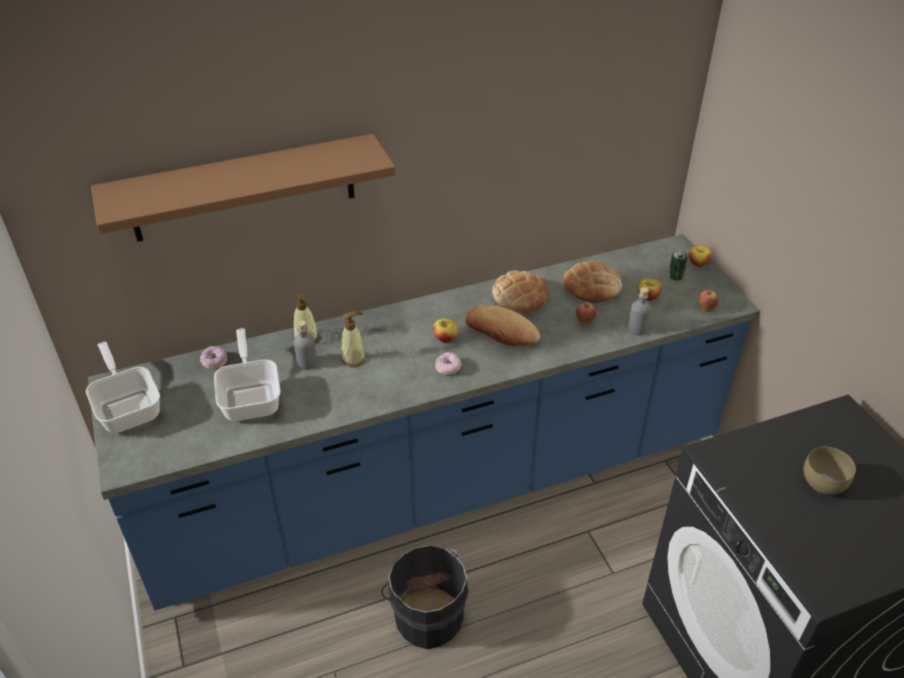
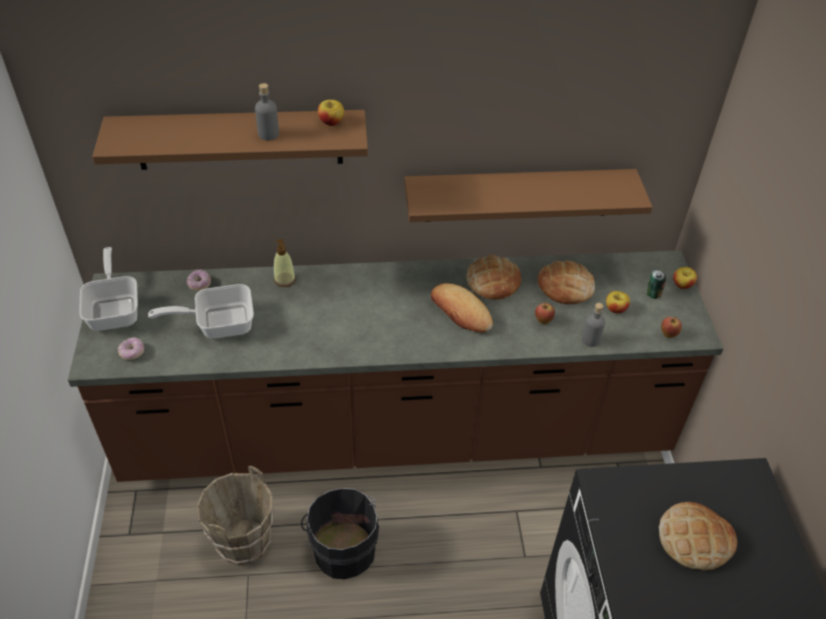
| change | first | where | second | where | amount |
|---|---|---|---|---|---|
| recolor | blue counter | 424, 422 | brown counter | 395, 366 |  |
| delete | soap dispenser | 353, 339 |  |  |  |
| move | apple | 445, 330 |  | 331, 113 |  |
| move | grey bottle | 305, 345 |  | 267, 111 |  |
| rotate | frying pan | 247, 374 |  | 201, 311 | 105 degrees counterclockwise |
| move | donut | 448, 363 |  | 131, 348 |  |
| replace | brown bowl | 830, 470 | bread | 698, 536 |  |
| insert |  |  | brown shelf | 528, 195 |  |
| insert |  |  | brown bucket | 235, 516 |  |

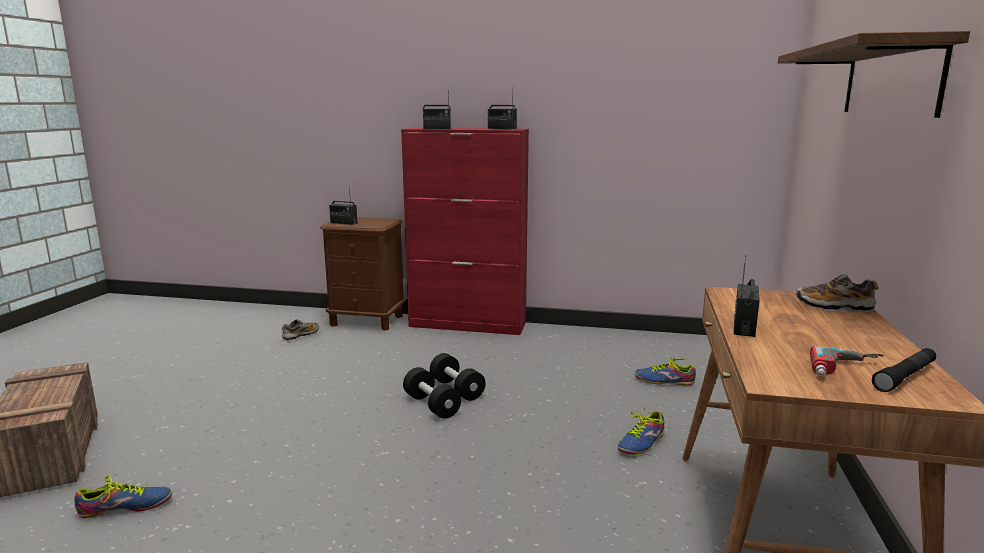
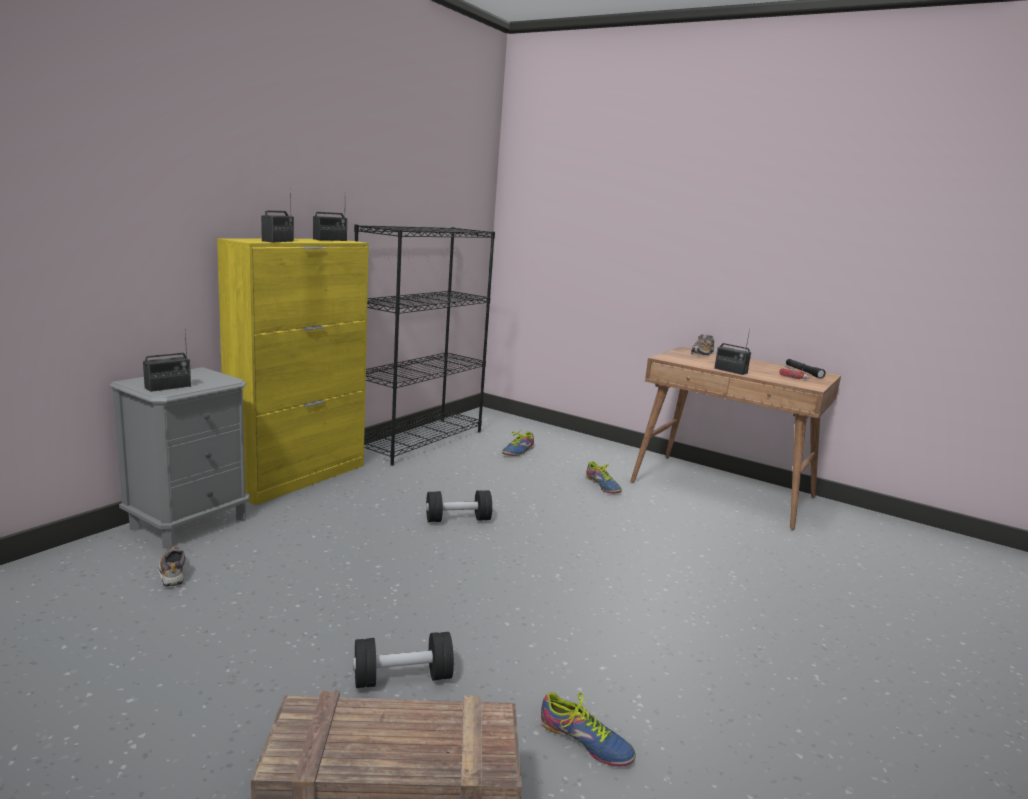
| change | first | where | second | where | amount |
|---|---|---|---|---|---|
| delete | shelf | 874, 74 |  |  |  |
| recolor | red cabinet | 465, 231 | yellow cabinet | 293, 371 |  |
| recolor | brown nightstand | 363, 274 | grey nightstand | 179, 457 |  |
| move | black dumbbell | 432, 393 |  | 403, 660 |  |
| rotate | shoe | 123, 497 |  | 588, 729 | 120 degrees clockwise |
| insert |  |  | black bookcase | 424, 345 |  |

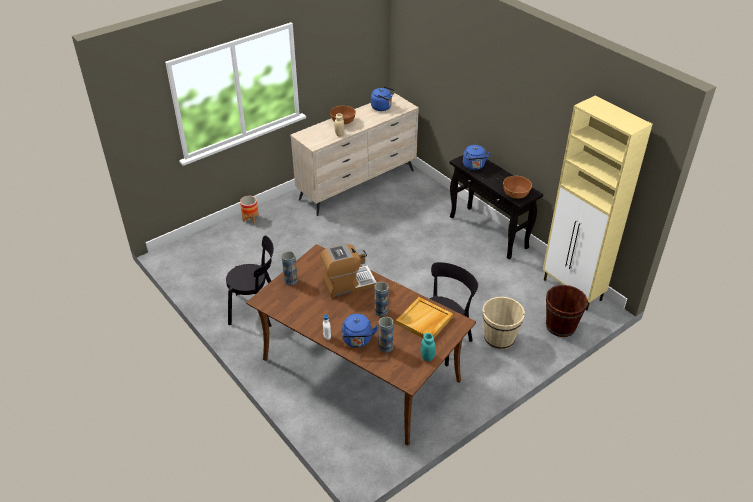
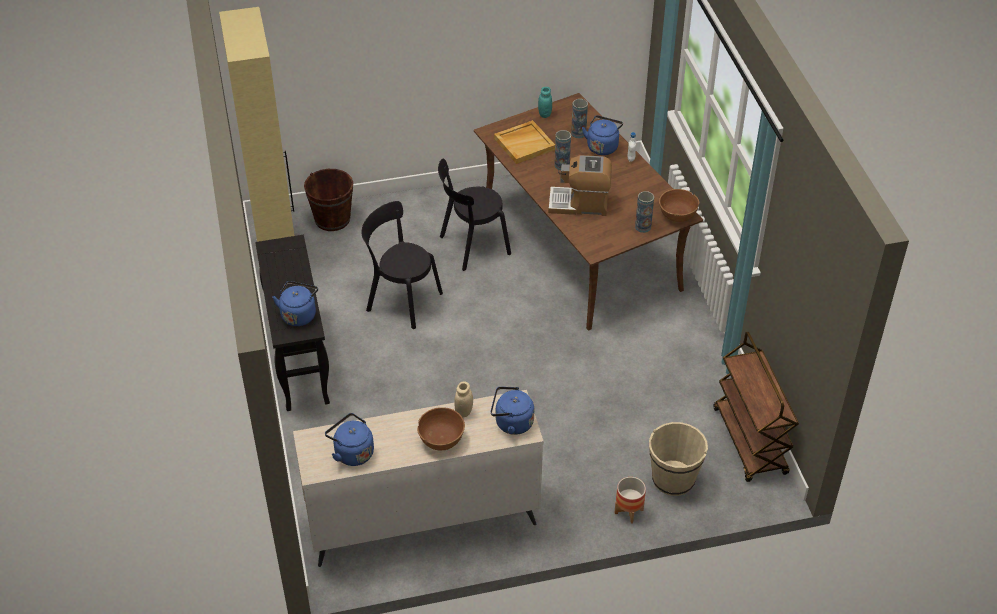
| change | first | where | second | where | amount |
|---|---|---|---|---|---|
| move | brown bowl | 517, 187 |  | 679, 205 |  |
| move | black chair | 250, 281 |  | 402, 265 |  |
| move | beige bucket | 503, 323 |  | 678, 459 |  |
| insert |  |  | brown cart | 756, 407 |  |
| insert |  |  | blue kettle | 512, 411 |  |

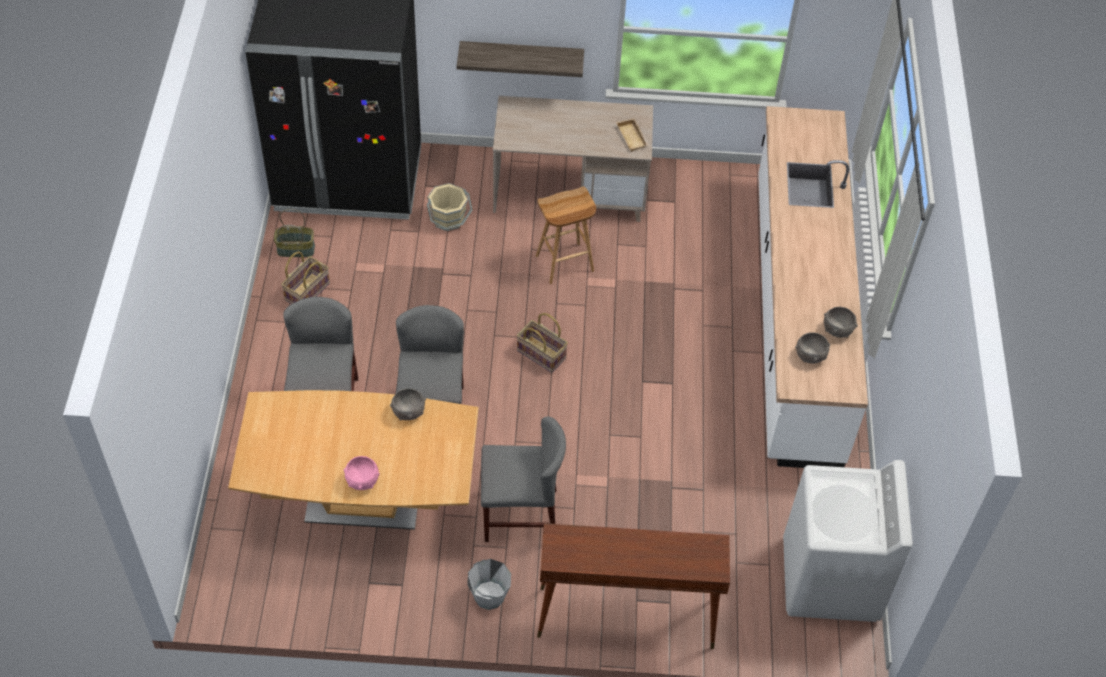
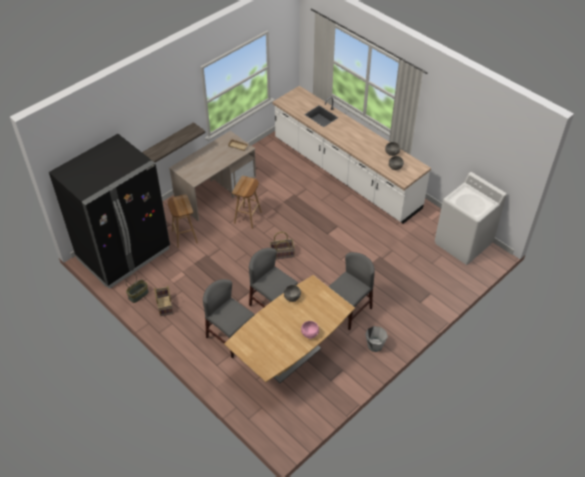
| change | first | where | second | where | amount |
|---|---|---|---|---|---|
| replace | beige bucket | 450, 207 | brown stool | 183, 221 |  |
| delete | brown console table | 633, 586 |  |  |  |

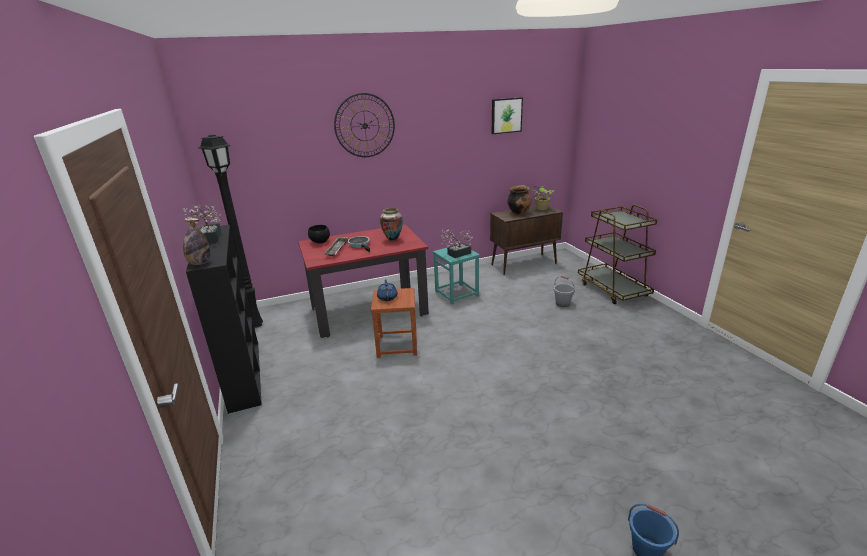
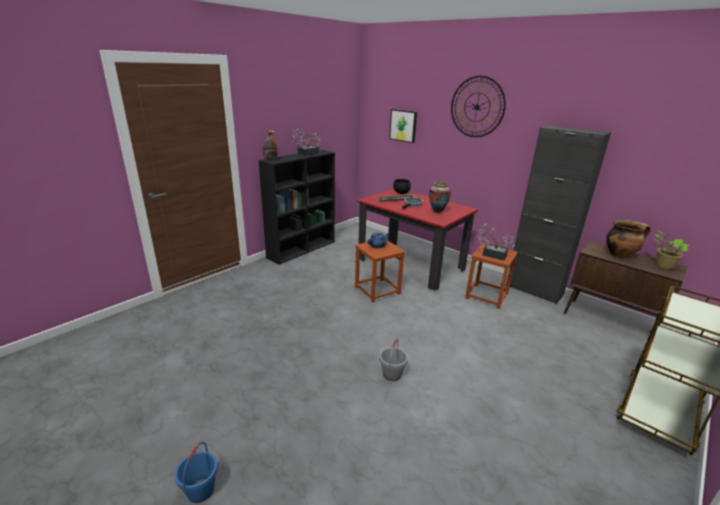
| change | first | where | second | where | amount |
|---|---|---|---|---|---|
| move | picture | 507, 115 |  | 403, 126 |  |
| delete | black floor lamp | 230, 231 |  |  |  |
| recolor | turquoise stool | 456, 276 | brown stool | 491, 276 |  |
| move | grey bucket | 564, 291 |  | 393, 360 |  |
| insert |  |  | black cabinet | 558, 214 |  |

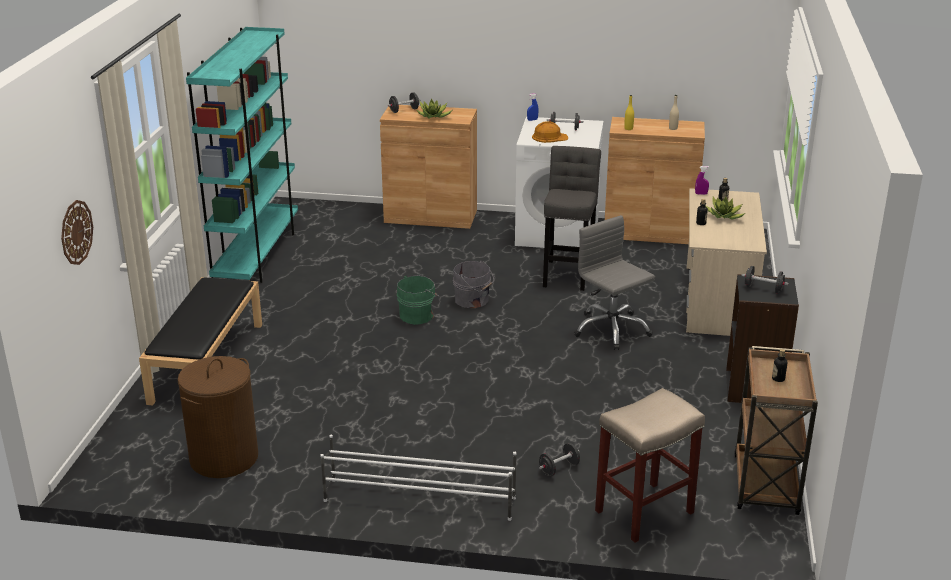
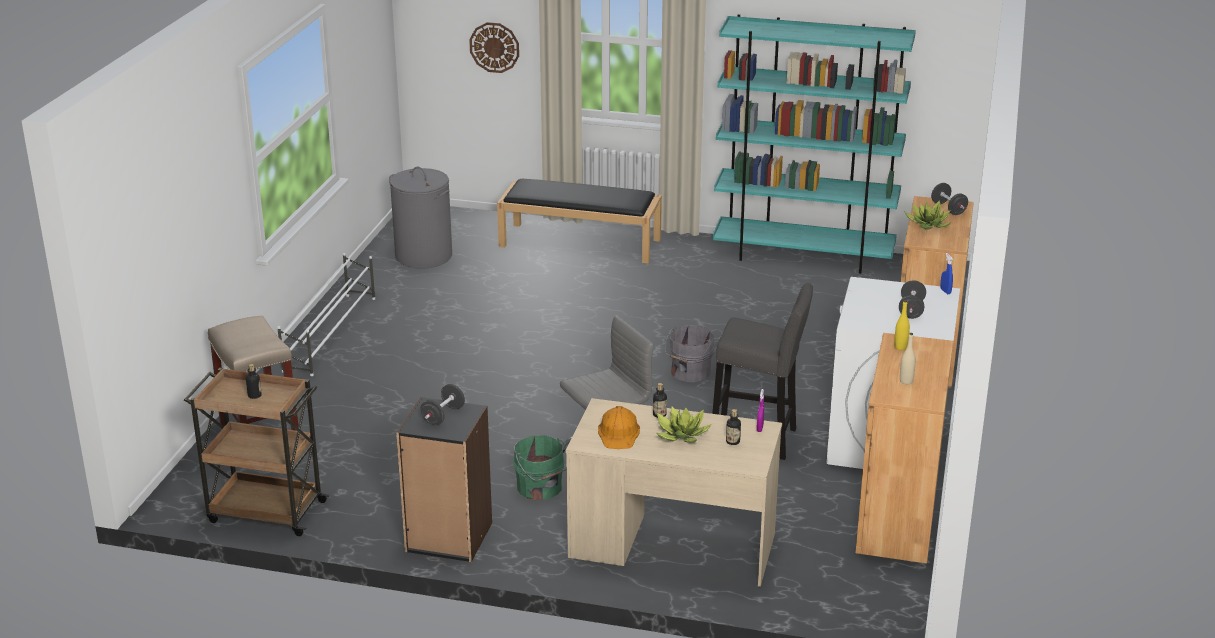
| change | first | where | second | where | amount |
|---|---|---|---|---|---|
| move | orange hard hat | 550, 132 |  | 619, 427 |  |
| move | green bucket | 418, 300 |  | 540, 467 |  |
| recolor | brown laundry basket | 218, 417 | grey laundry basket | 420, 217 |  |
| delete | black dumbbell | 559, 459 |  |  |  |

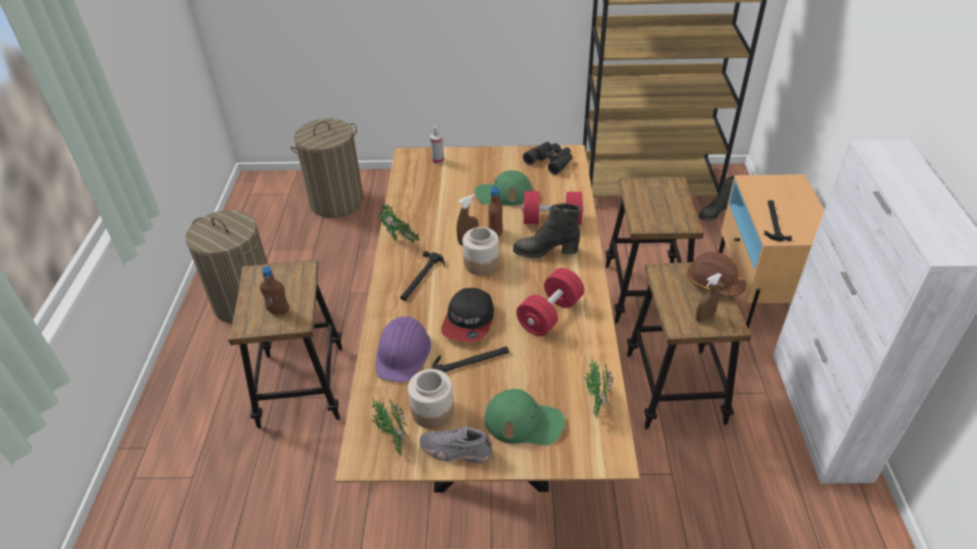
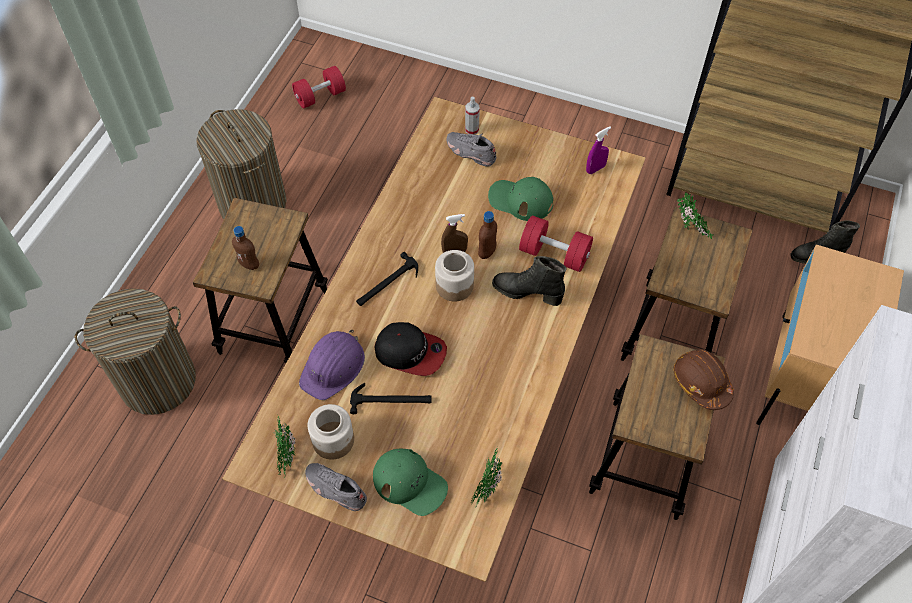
| change | first | where | second | where | amount |
|---|---|---|---|---|---|
| move | laundry basket | 327, 168 |  | 135, 351 |  |
| replace | black binoculars | 547, 158 | purple spray bottle | 598, 150 |  |
| delete | hammer | 778, 220 |  |  |  |
| move | potted plant | 398, 223 |  | 695, 215 |  |
| move | red dumbbell | 550, 302 |  | 319, 87 |  |
| delete | brown spray bottle | 709, 297 |  |  |  |
| rotate | cap | 467, 315 |  | 411, 349 | 105 degrees counterclockwise |
| insert |  |  | grey shoe | 471, 149 |  |

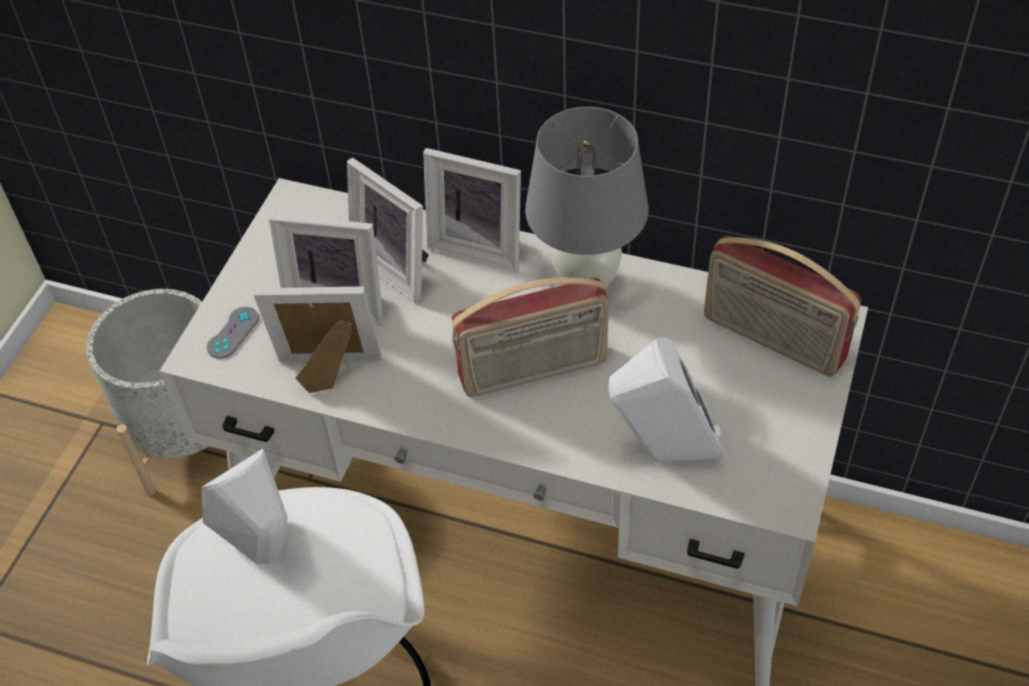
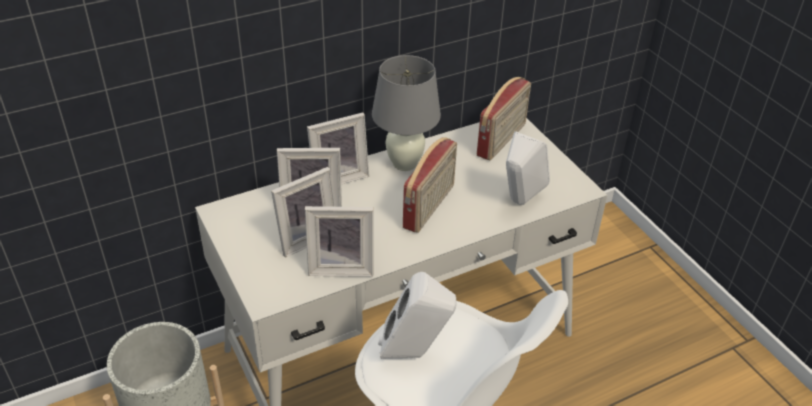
| change | first | where | second | where | amount |
|---|---|---|---|---|---|
| rotate | radio | 783, 306 |  | 504, 118 | 45 degrees counterclockwise |
| rotate | picture frame | 317, 339 |  | 339, 241 | 135 degrees counterclockwise |
| delete | grey game controller | 233, 333 |  |  |  |

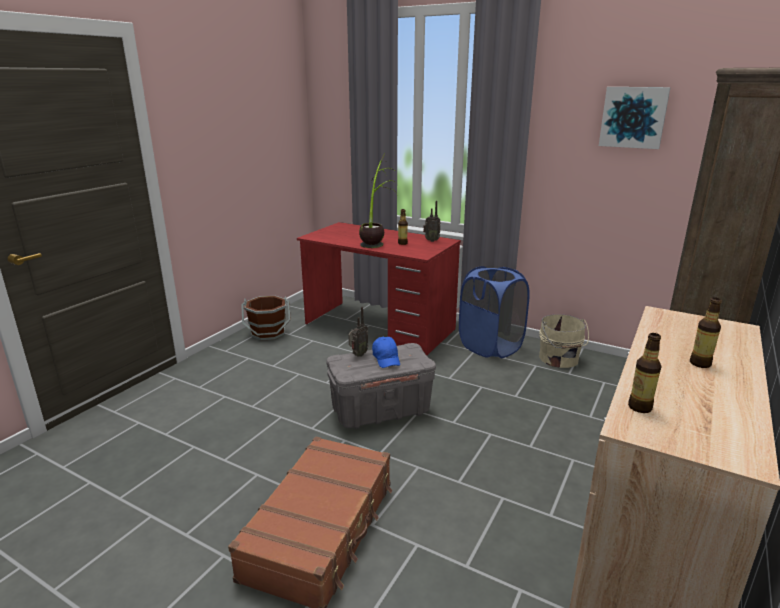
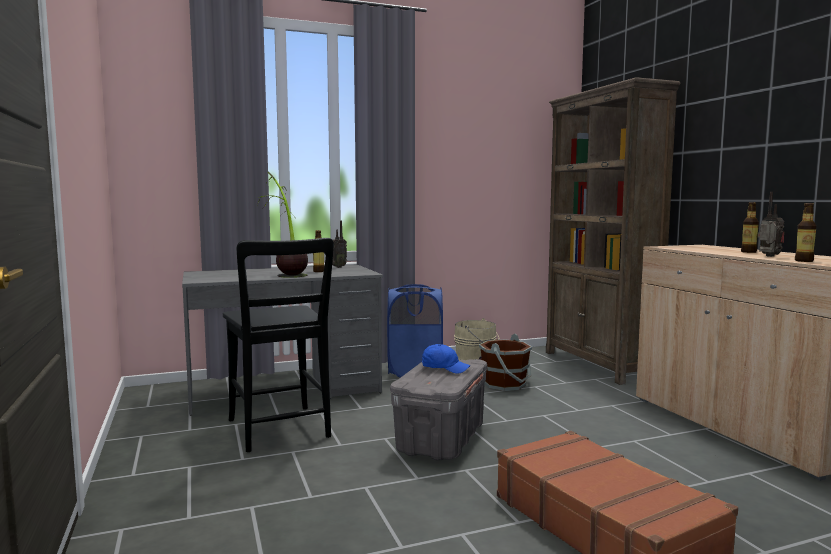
| change | first | where | second | where | amount |
|---|---|---|---|---|---|
| delete | picture | 635, 118 |  |  |  |
| recolor | red desk | 379, 288 | grey desk | 282, 340 |  |
| move | brown bucket | 266, 318 |  | 505, 362 |  |
| move | radio | 358, 332 |  | 771, 224 |  |
| insert |  |  | black chair | 278, 345 |  |

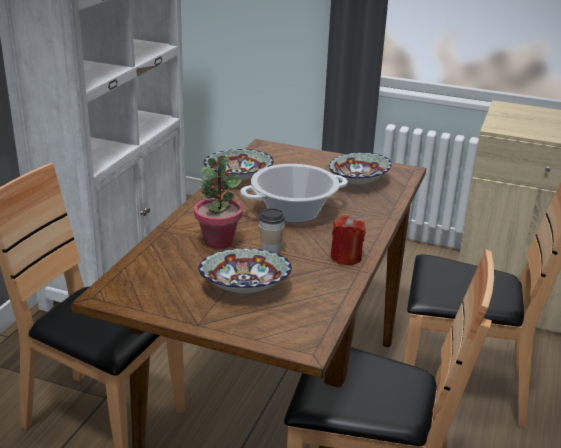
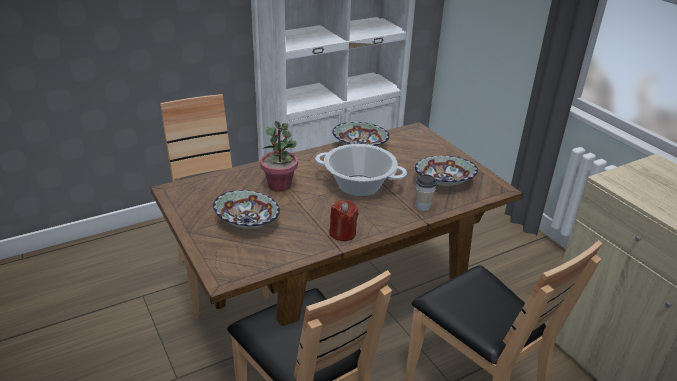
| change | first | where | second | where | amount |
|---|---|---|---|---|---|
| move | cup | 272, 231 |  | 426, 192 |  |

